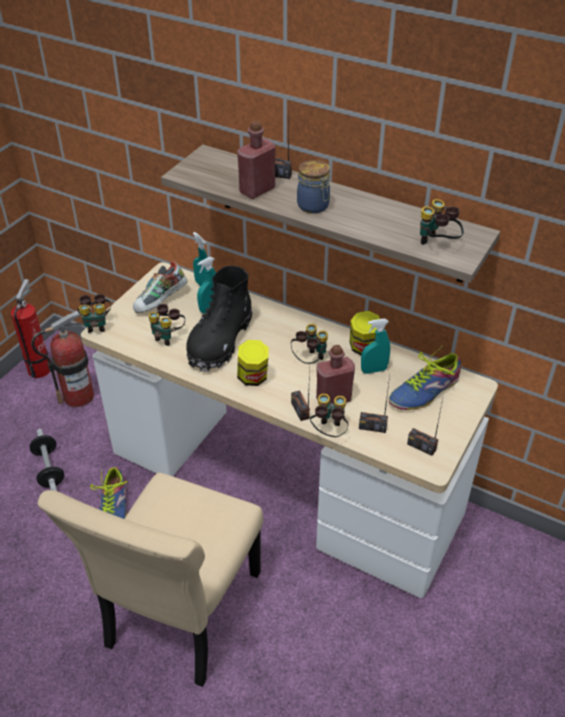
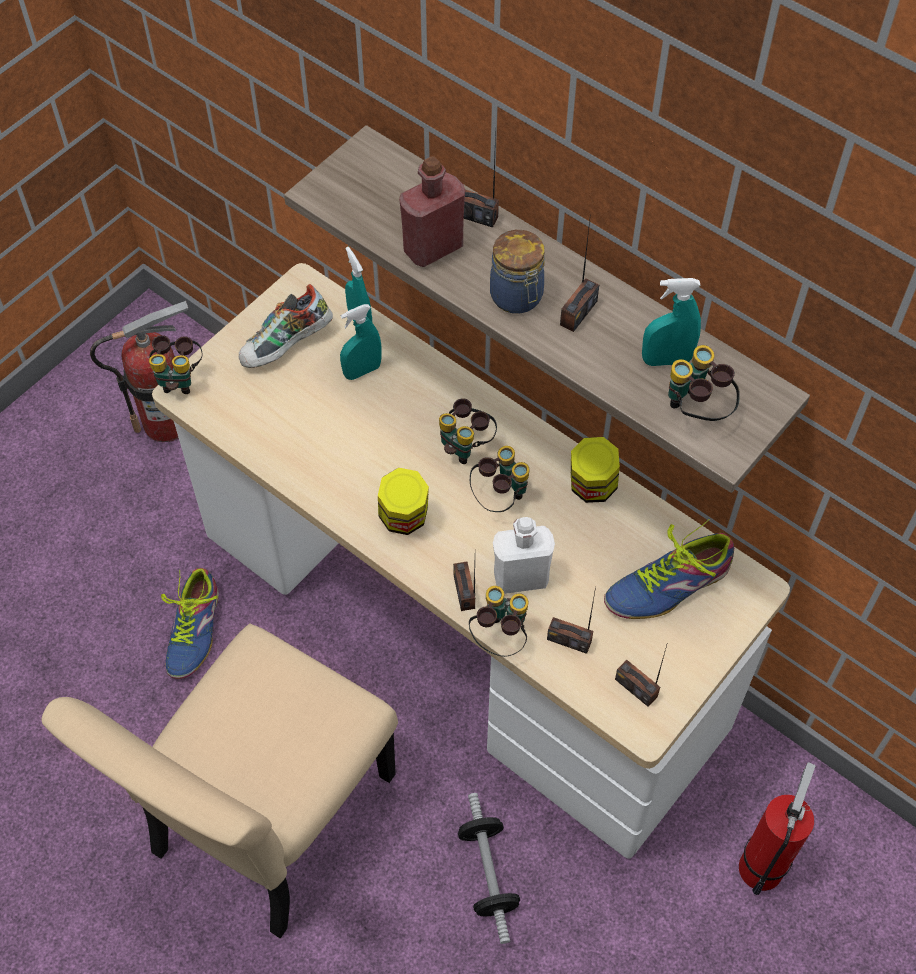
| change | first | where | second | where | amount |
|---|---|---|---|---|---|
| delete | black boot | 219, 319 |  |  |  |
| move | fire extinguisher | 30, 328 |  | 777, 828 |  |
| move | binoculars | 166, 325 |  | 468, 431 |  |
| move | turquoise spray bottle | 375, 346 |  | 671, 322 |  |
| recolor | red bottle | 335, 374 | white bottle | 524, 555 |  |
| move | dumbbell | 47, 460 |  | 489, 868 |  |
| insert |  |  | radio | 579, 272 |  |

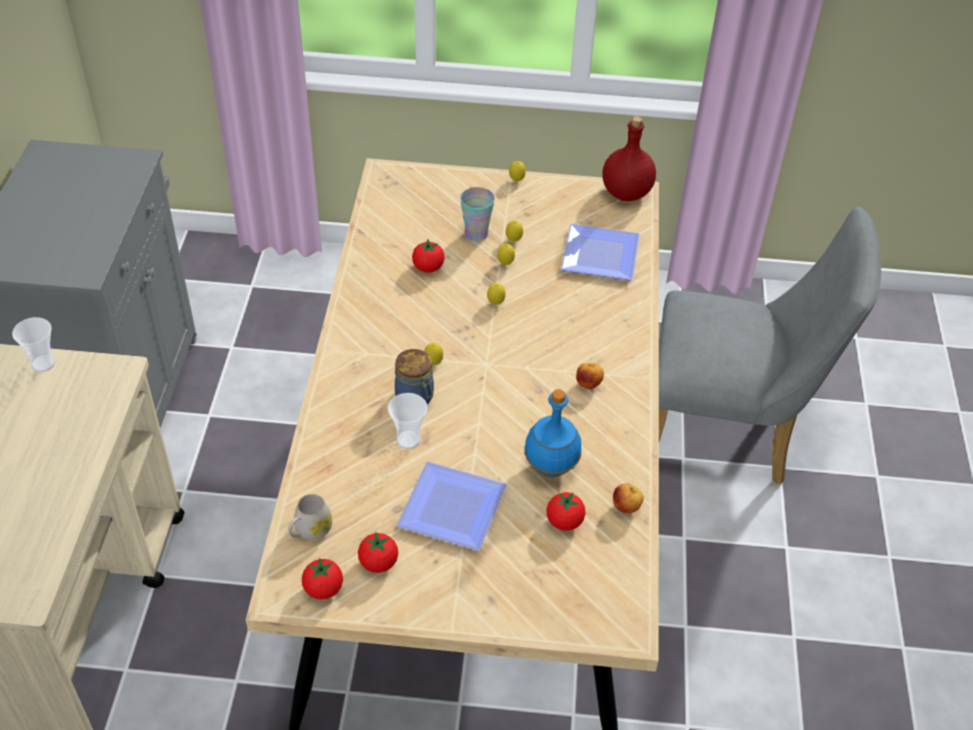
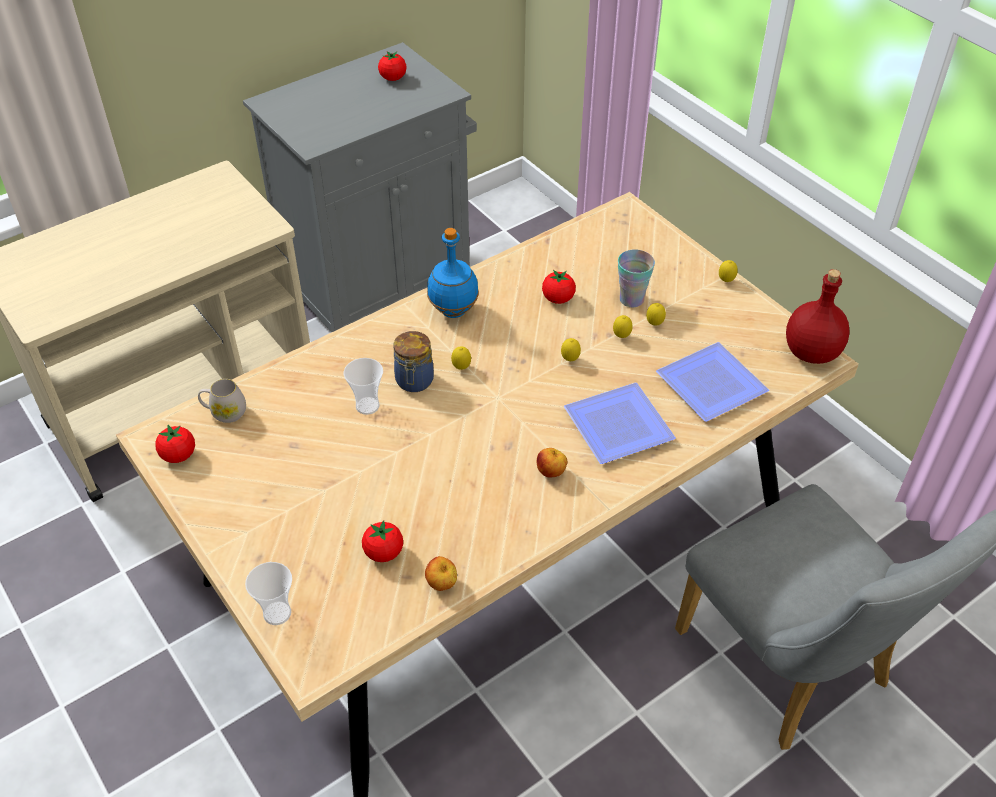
| change | first | where | second | where | amount |
|---|---|---|---|---|---|
| move | cup | 33, 344 |  | 268, 593 |  |
| move | blue bottle | 552, 433 |  | 453, 273 |  |
| move | plate | 451, 506 |  | 620, 423 |  |
| move | tomato | 378, 552 |  | 392, 66 |  |

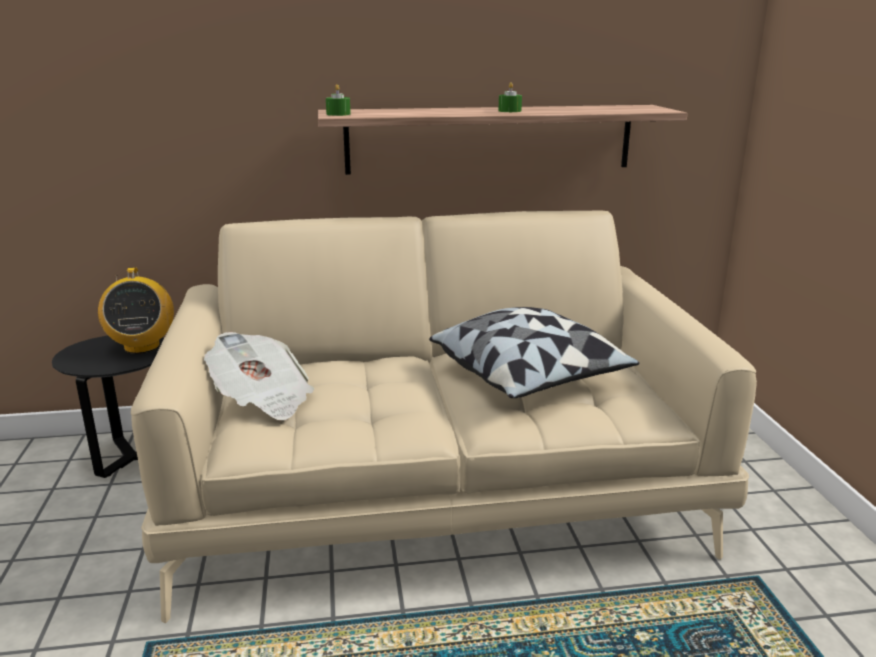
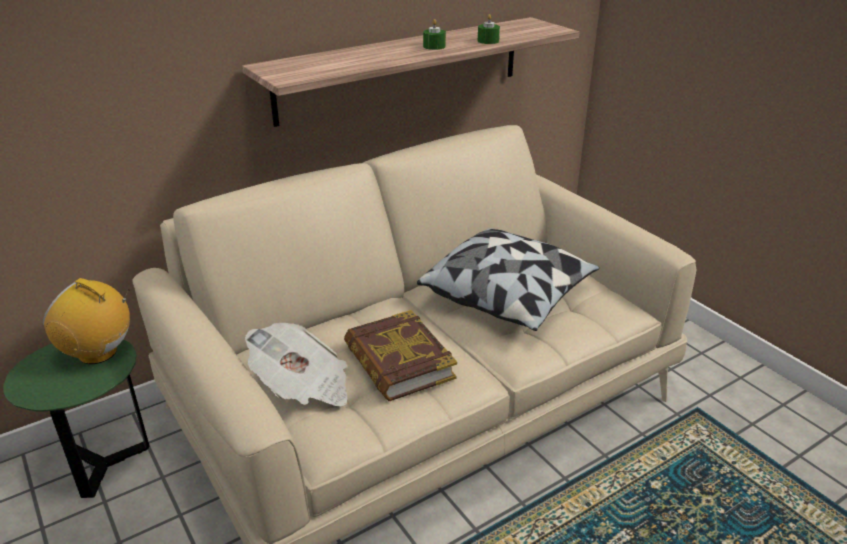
| change | first | where | second | where | amount |
|---|---|---|---|---|---|
| move | green candle | 338, 100 |  | 489, 29 |  |
| rotate | radio | 136, 310 |  | 86, 321 | 150 degrees clockwise |
| recolor | black side table | 108, 406 | green side table | 76, 419 |  |
| insert |  |  | book | 400, 355 |  |

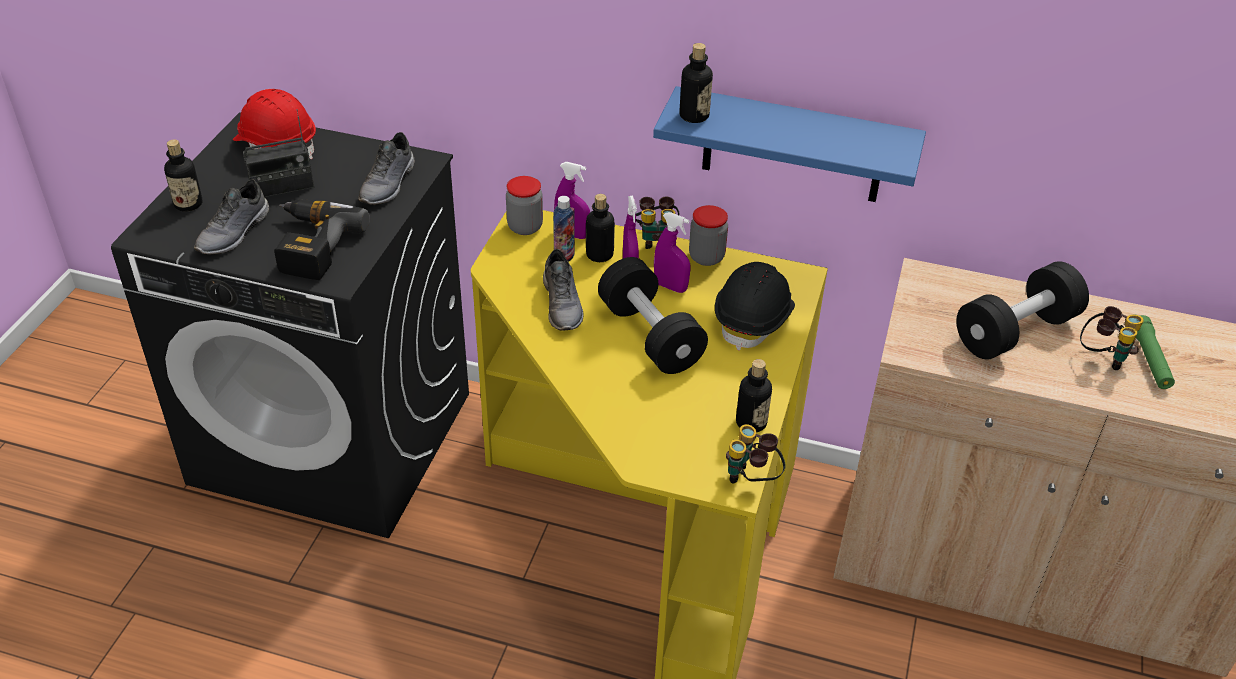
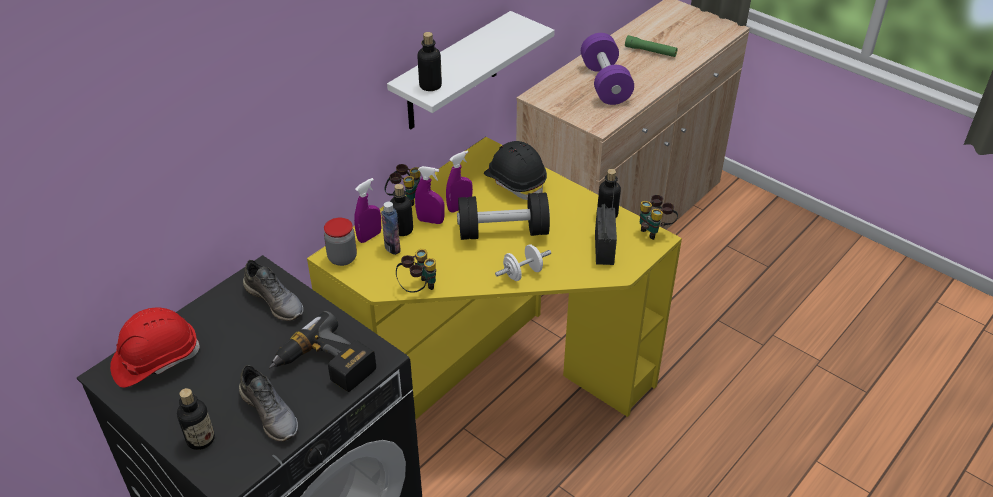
| change | first | where | second | where | amount |
|---|---|---|---|---|---|
| recolor | blue shelf | 789, 144 | white shelf | 471, 70 |  |
| move | radio | 278, 153 |  | 606, 222 |  |
| delete | jar | 708, 235 |  |  |  |
| delete | grey shoe | 563, 290 |  |  |  |
| recolor | black dumbbell | 1022, 310 | purple dumbbell | 607, 69 |  |
| move | binoculars | 1112, 338 |  | 416, 271 |  |
| insert |  |  | white dumbbell | 523, 262 |  |

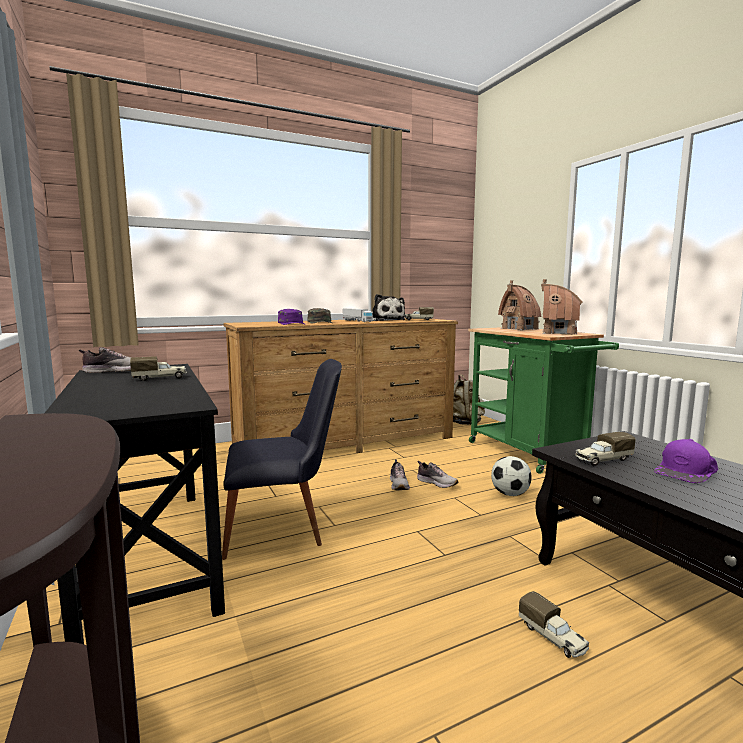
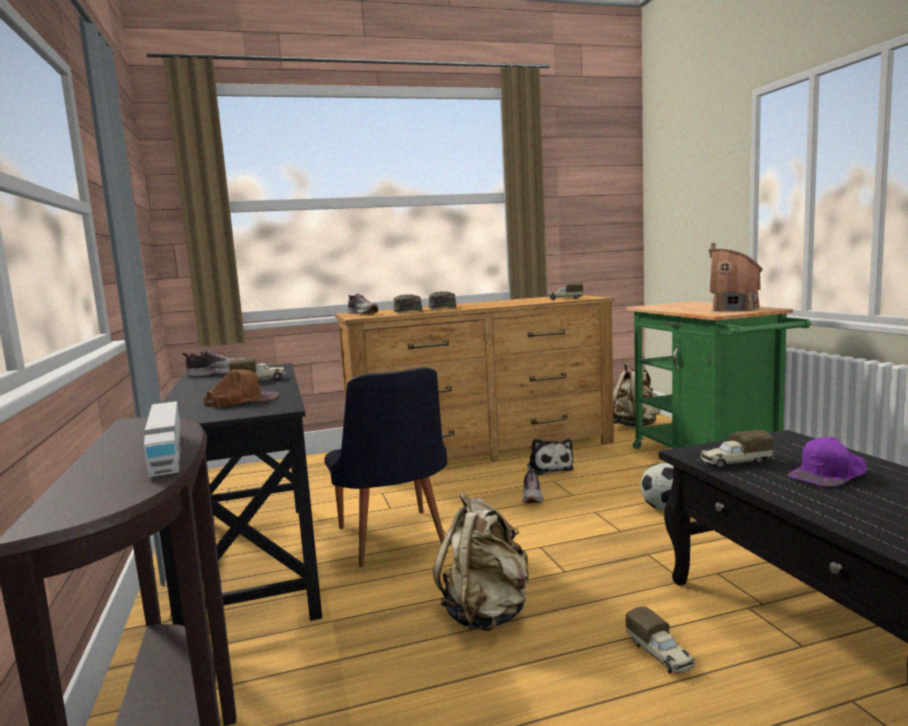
| change | first | where | second | where | amount |
|---|---|---|---|---|---|
| delete | toy house | 519, 305 |  |  |  |
| move | plush toy | 388, 307 |  | 550, 457 |  |
| recolor | purple cap | 291, 317 | green cap | 409, 304 |  |
| move | toy truck | 358, 315 |  | 162, 439 |  |
| rotate | black chair | 282, 459 |  | 385, 467 | 75 degrees clockwise |
| move | shoe | 437, 474 |  | 363, 304 |  |
| insert |  |  | brown cap | 241, 388 |  |
| insert |  |  | beige backpack | 481, 561 |  |

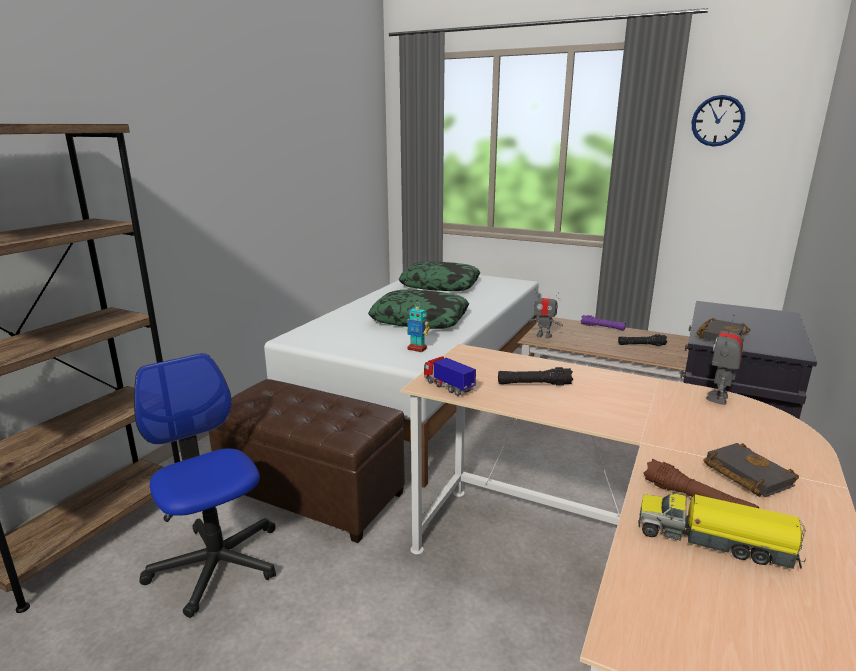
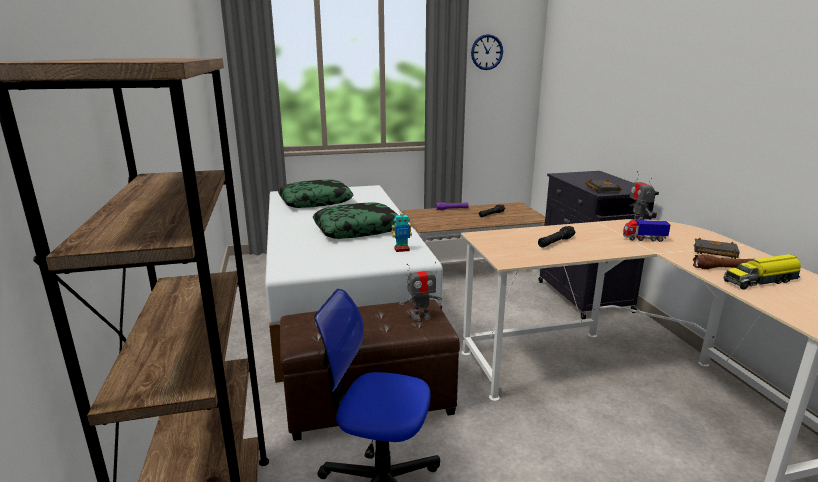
| change | first | where | second | where | amount |
|---|---|---|---|---|---|
| move | toy robot | 545, 314 |  | 421, 291 |  |
| move | toy truck | 450, 376 |  | 646, 231 |  |

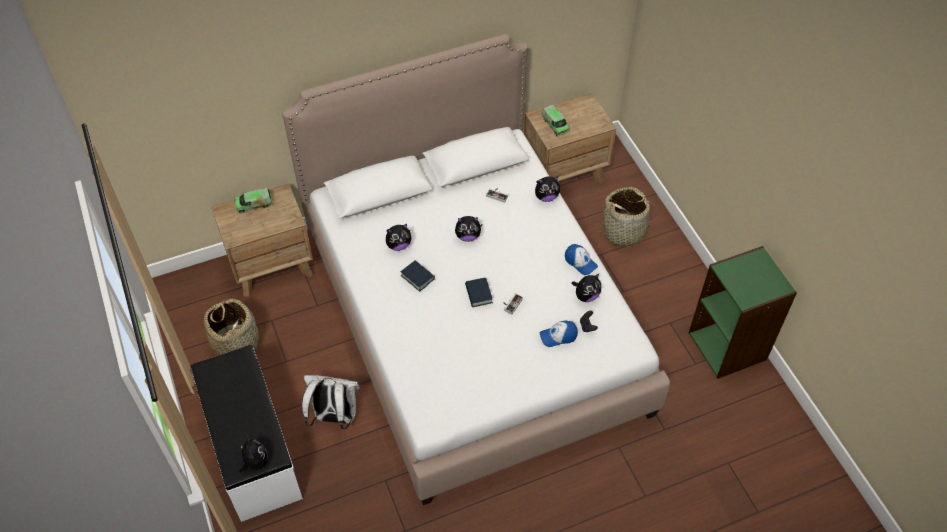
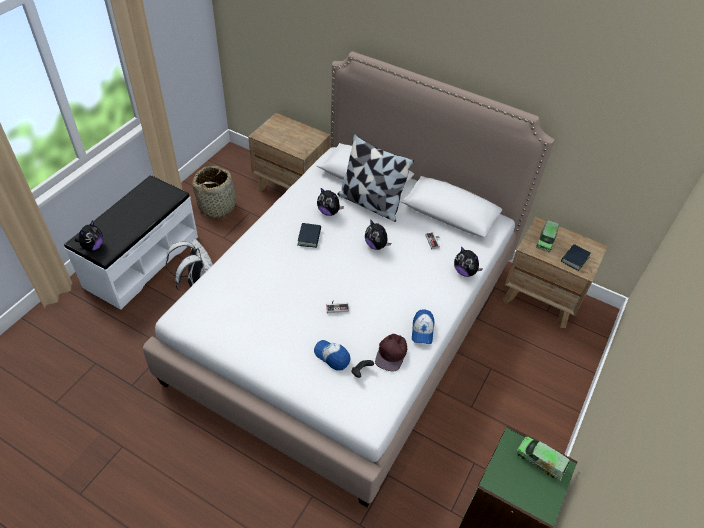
| change | first | where | second | where | amount |
|---|---|---|---|---|---|
| delete | basket | 627, 217 |  |  |  |
| move | toy truck | 254, 200 |  | 542, 458 |  |
| replace | plush toy | 586, 288 | brown cap | 391, 353 |  |
| move | book | 479, 292 |  | 576, 257 |  |
| insert |  |  | pillow | 375, 178 |  |

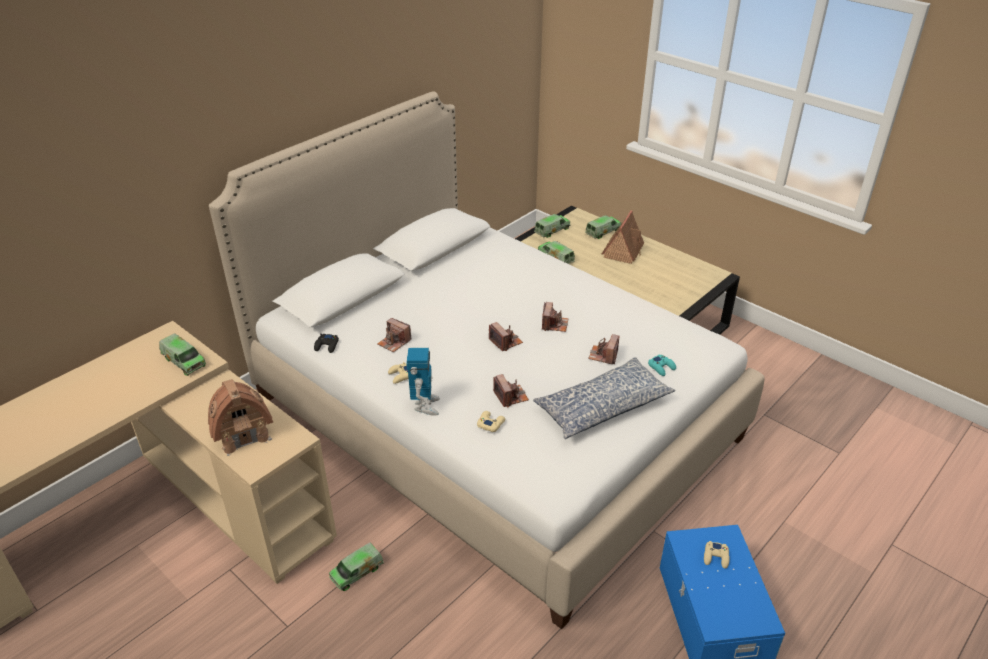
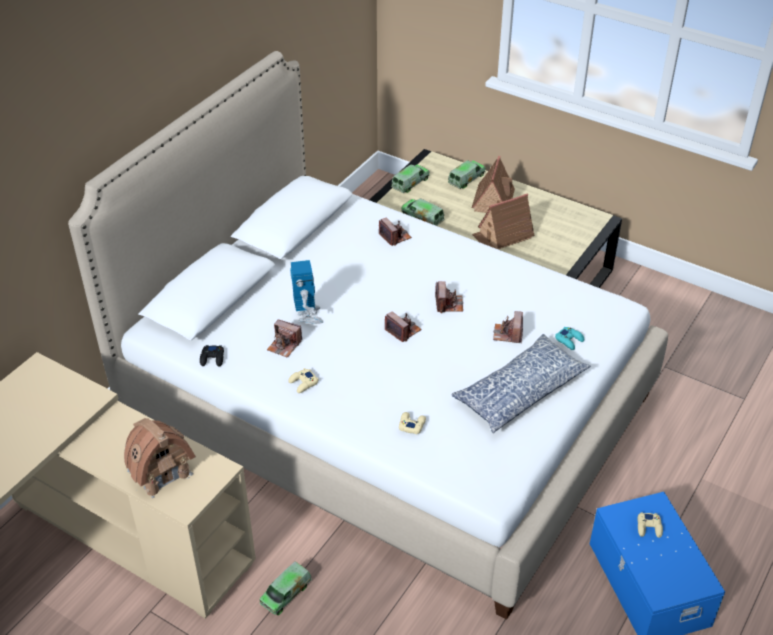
| change | first | where | second | where | amount |
|---|---|---|---|---|---|
| delete | toy truck | 182, 354 |  |  |  |
| move | toy robot | 423, 381 |  | 306, 292 |  |
| move | photo camera | 511, 390 |  | 395, 231 |  |
| insert |  |  | toy house | 503, 221 |  |

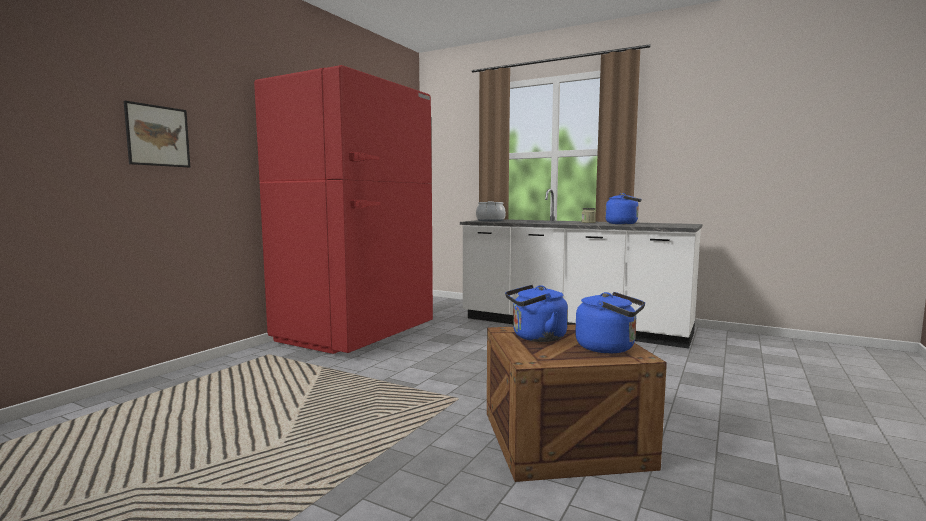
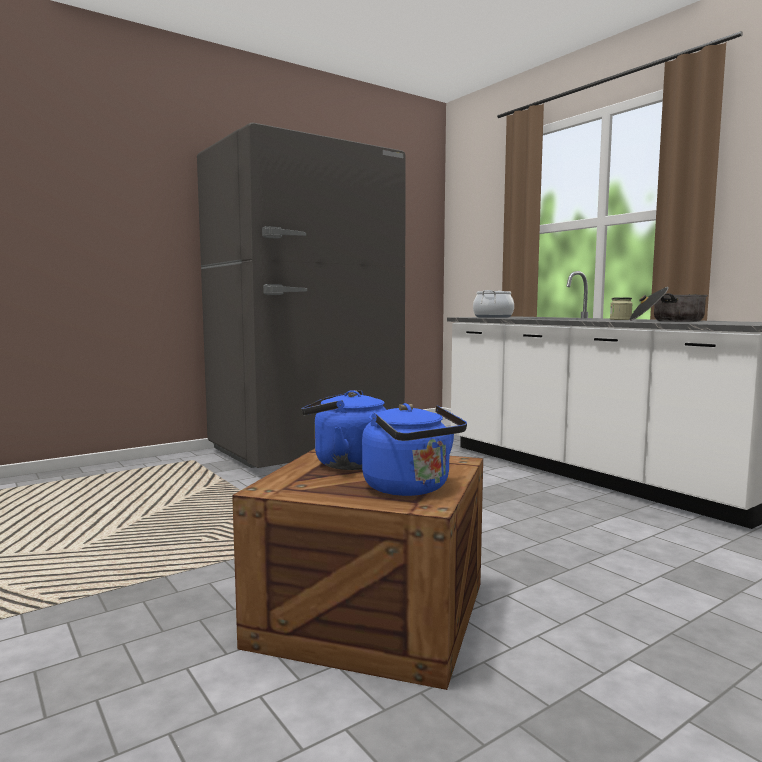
| change | first | where | second | where | amount |
|---|---|---|---|---|---|
| recolor | red fridge | 343, 209 | grey fridge | 301, 295 |  |
| delete | picture | 157, 134 |  |  |  |
| replace | blue kettle | 623, 208 | cooking pot | 668, 304 |  |

